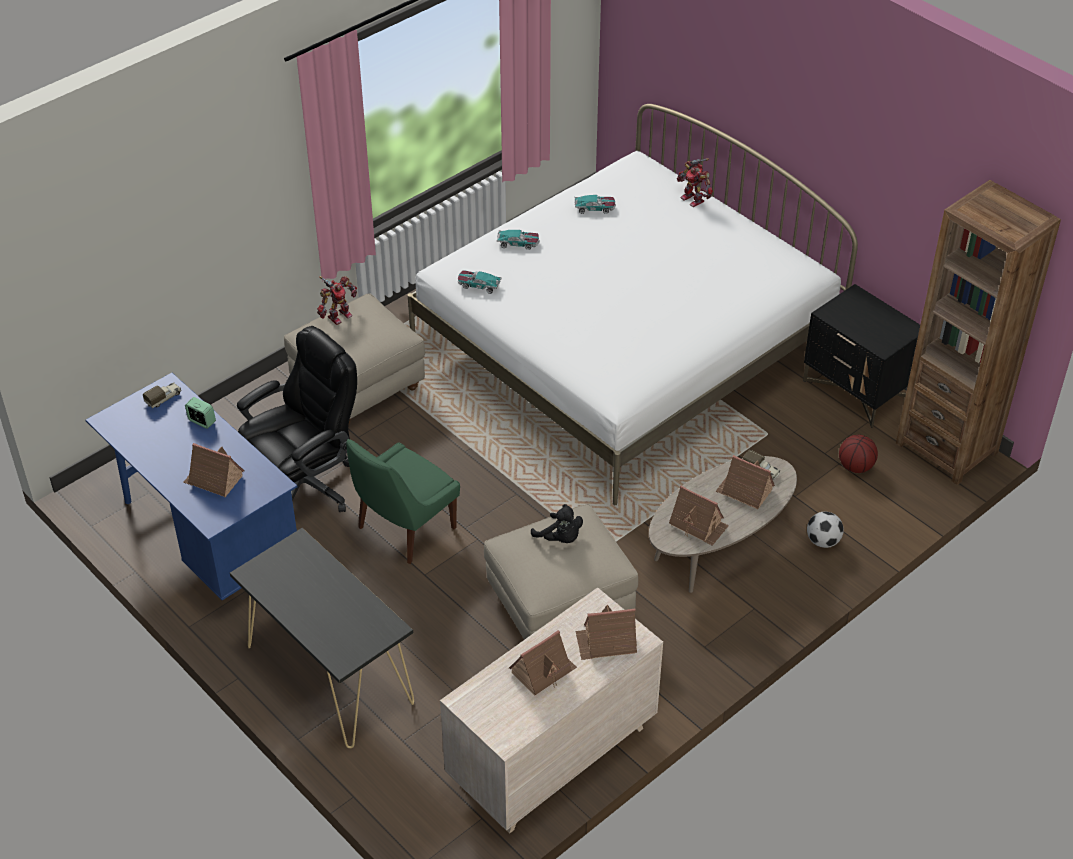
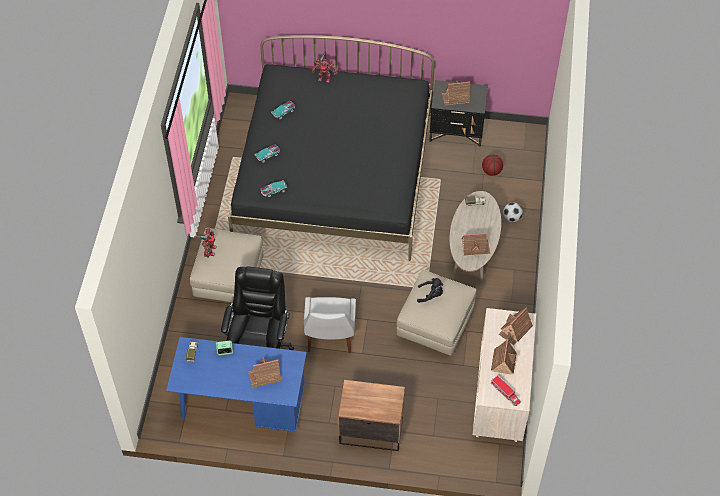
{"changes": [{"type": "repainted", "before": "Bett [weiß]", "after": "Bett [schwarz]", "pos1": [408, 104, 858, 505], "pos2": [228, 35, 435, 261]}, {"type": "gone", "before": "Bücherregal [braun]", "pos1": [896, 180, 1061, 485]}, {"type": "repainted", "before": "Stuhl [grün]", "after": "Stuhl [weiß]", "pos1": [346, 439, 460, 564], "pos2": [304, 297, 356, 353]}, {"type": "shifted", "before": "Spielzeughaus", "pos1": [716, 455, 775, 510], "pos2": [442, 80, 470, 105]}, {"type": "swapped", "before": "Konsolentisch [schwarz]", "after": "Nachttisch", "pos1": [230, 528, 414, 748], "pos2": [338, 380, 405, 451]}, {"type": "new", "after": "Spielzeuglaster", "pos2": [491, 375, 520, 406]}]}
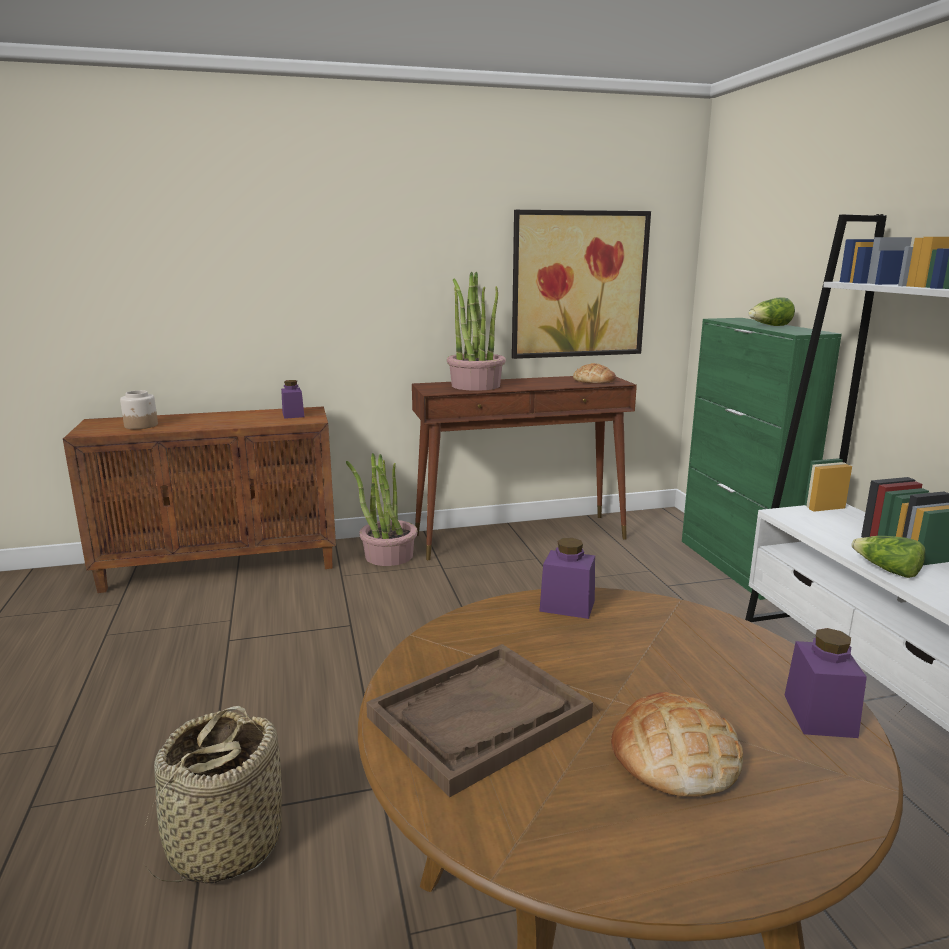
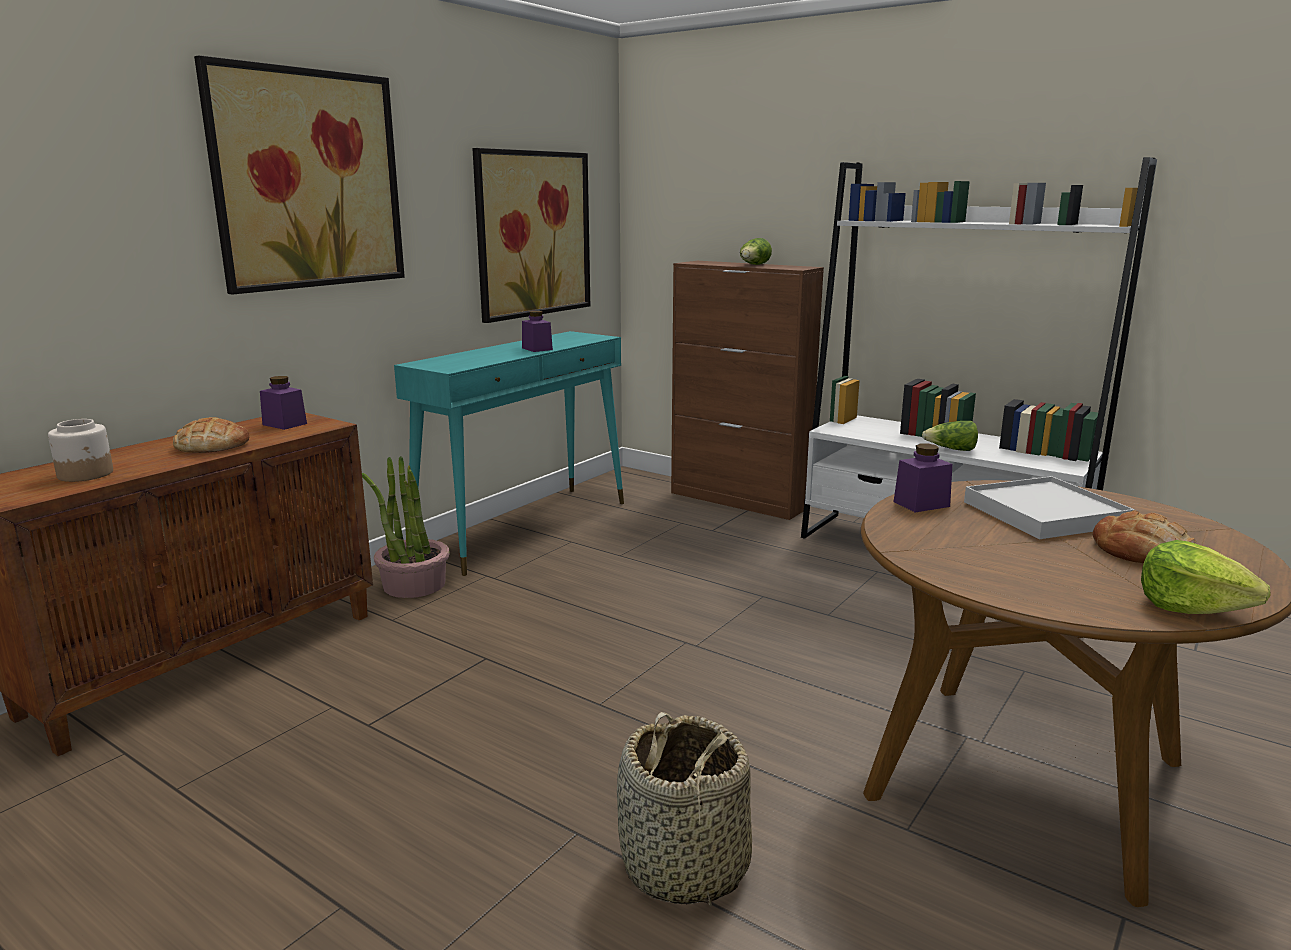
{"changes": [{"type": "gone", "before": "Topfpflanze", "pos1": [447, 272, 506, 391]}, {"type": "repainted", "before": "Schrank [grün]", "after": "Schrank [braun]", "pos1": [682, 318, 842, 600], "pos2": [671, 261, 824, 520]}, {"type": "shifted", "before": "Brot", "pos1": [573, 363, 616, 384], "pos2": [173, 417, 249, 453]}, {"type": "repainted", "before": "Konsolentisch [braun]", "after": "Konsolentisch [türkis]", "pos1": [412, 376, 637, 560], "pos2": [394, 331, 624, 576]}, {"type": "shifted", "before": "Vorratsglas [lila]", "pos1": [784, 628, 867, 738], "pos2": [522, 311, 553, 352]}, {"type": "gone", "before": "Tablett [braun]", "pos1": [366, 644, 593, 797]}, {"type": "new", "after": "Bild", "pos2": [194, 55, 405, 295]}, {"type": "new", "after": "Tablett [weiß]", "pos2": [964, 476, 1135, 539]}, {"type": "new", "after": "Salatkopf", "pos2": [1141, 540, 1271, 614]}]}
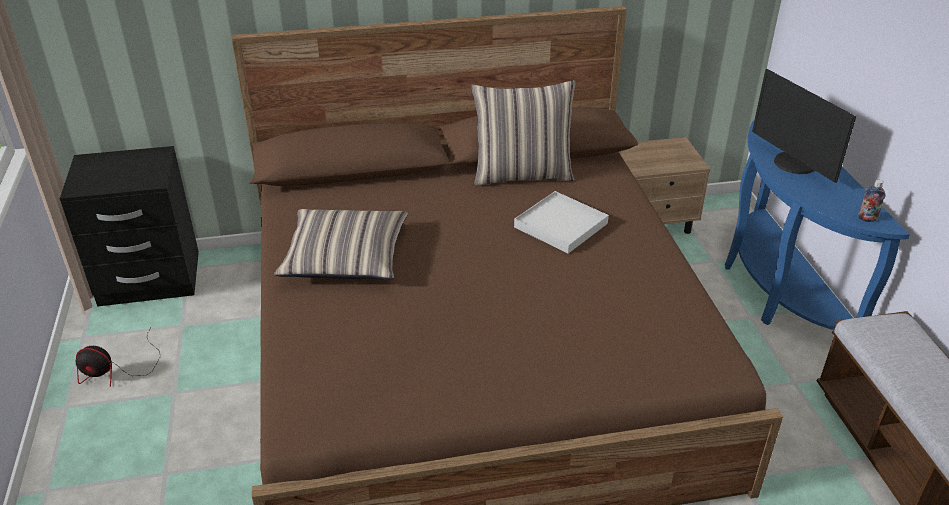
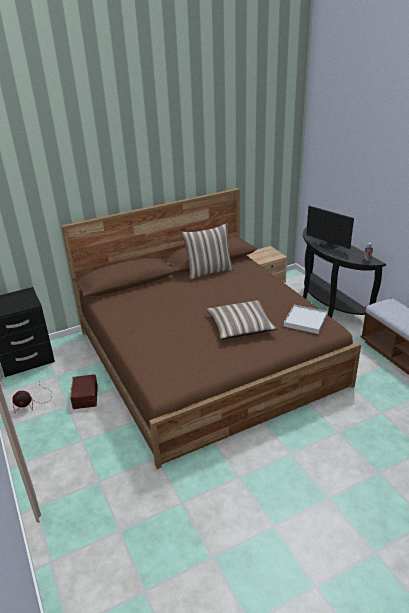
{"changes": [{"type": "repainted", "before": "Konsolentisch [blau]", "after": "Konsolentisch [schwarz]", "pos1": [725, 119, 910, 330], "pos2": [303, 227, 386, 318]}, {"type": "shifted", "before": "Tablett [weiß]", "pos1": [514, 191, 609, 254], "pos2": [284, 305, 328, 334]}, {"type": "shifted", "before": "Kissen", "pos1": [274, 209, 408, 280], "pos2": [206, 300, 278, 339]}, {"type": "new", "after": "Aufbewahrungsbox [braun]", "pos2": [70, 374, 98, 409]}]}
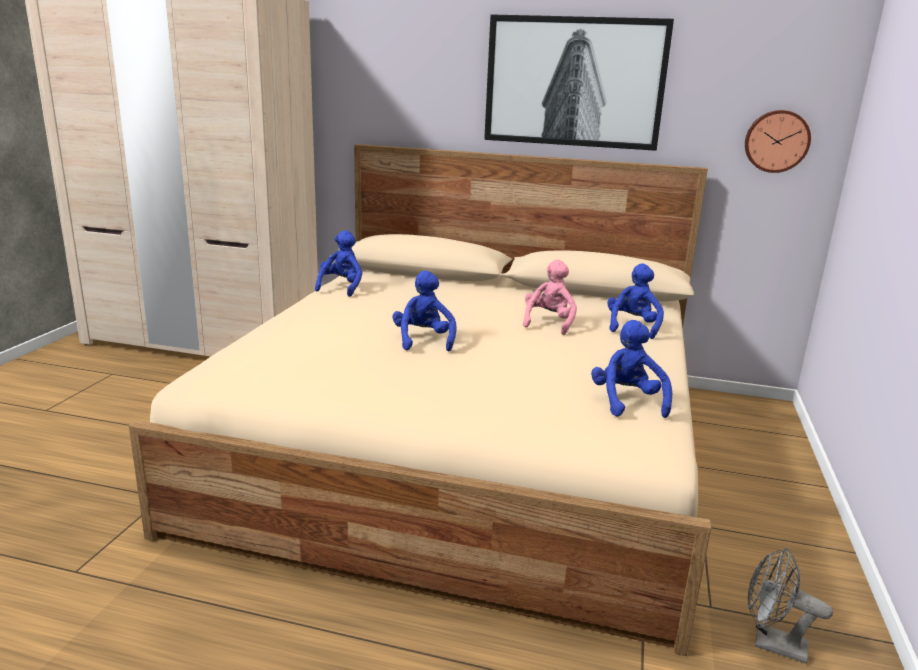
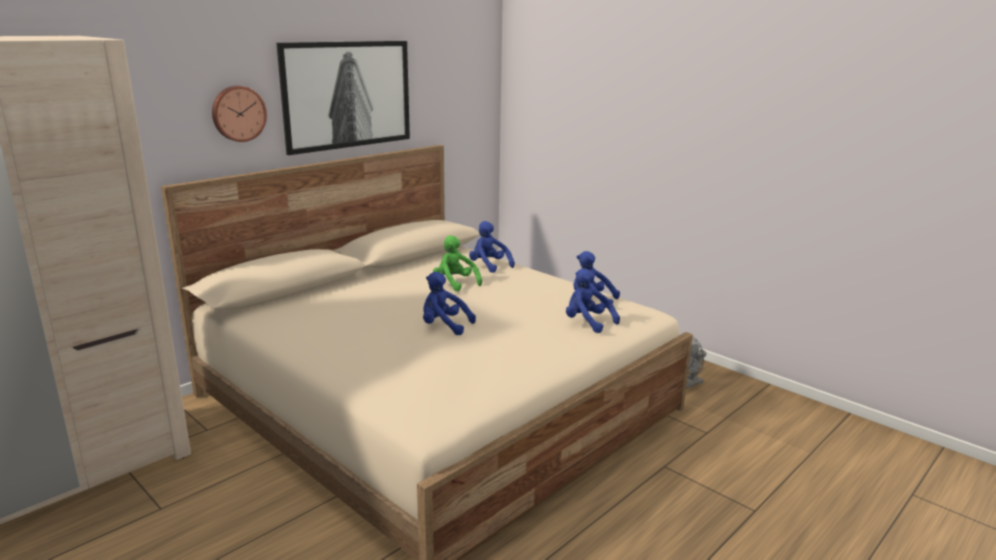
{"changes": [{"type": "shifted", "before": "Wanduhr", "pos1": [745, 110, 811, 173], "pos2": [212, 86, 267, 142]}, {"type": "shifted", "before": "Plüschtier [blau]", "pos1": [315, 230, 363, 297], "pos2": [566, 268, 620, 333]}, {"type": "repainted", "before": "Plüschtier [rosa]", "after": "Plüschtier [grün]", "pos1": [523, 260, 577, 335], "pos2": [433, 235, 482, 292]}]}
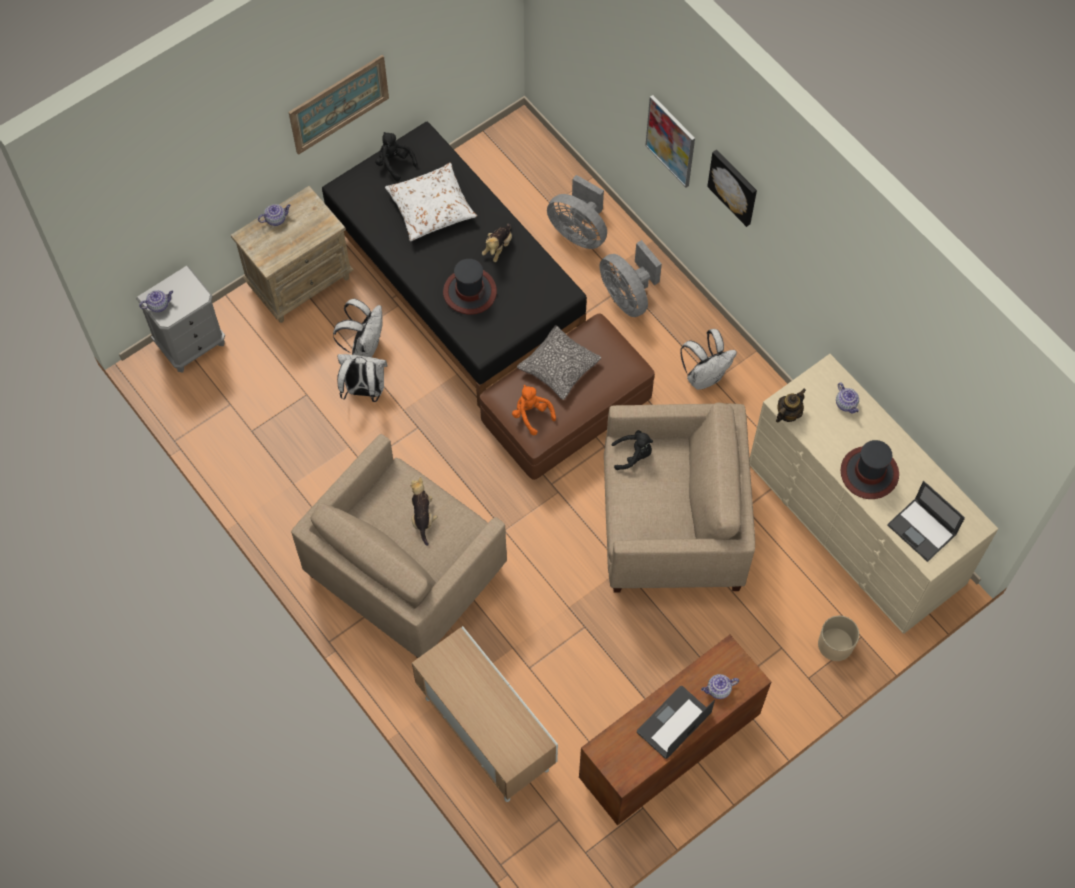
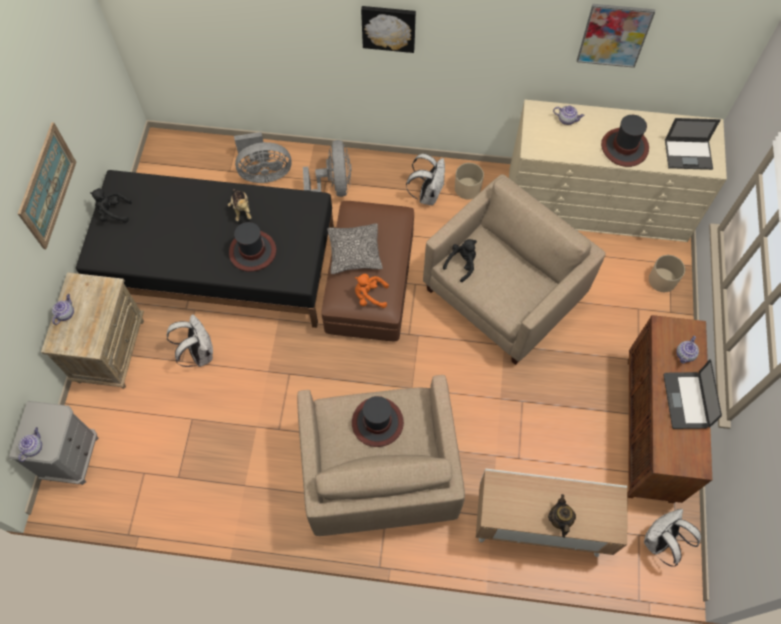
{"changes": [{"type": "shifted", "before": "Bild", "pos1": [645, 95, 695, 188], "pos2": [577, 4, 655, 68]}, {"type": "gone", "before": "Kissen [weiß]", "pos1": [385, 163, 477, 241]}, {"type": "rotated", "before": "Ventilator [grau]", "pos1": [599, 240, 662, 317], "pos2": [303, 140, 352, 197], "turn": -105}, {"type": "shifted", "before": "Rucksack [weiß]", "pos1": [337, 354, 388, 402], "pos2": [644, 509, 701, 567]}, {"type": "shifted", "before": "Teekanne", "pos1": [776, 389, 806, 422], "pos2": [548, 494, 576, 538]}, {"type": "swapped", "before": "Plüschtier", "after": "Hut", "pos1": [410, 477, 438, 546], "pos2": [352, 396, 404, 447]}, {"type": "new", "after": "Pflanzkübel [beige]", "pos2": [455, 163, 484, 199]}]}
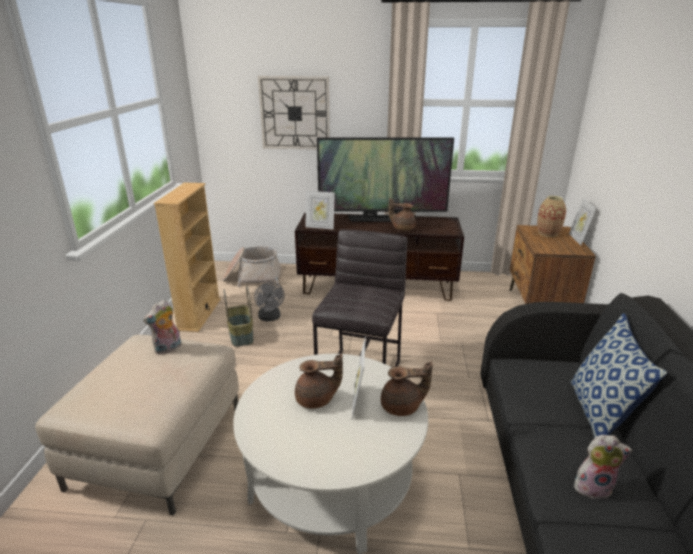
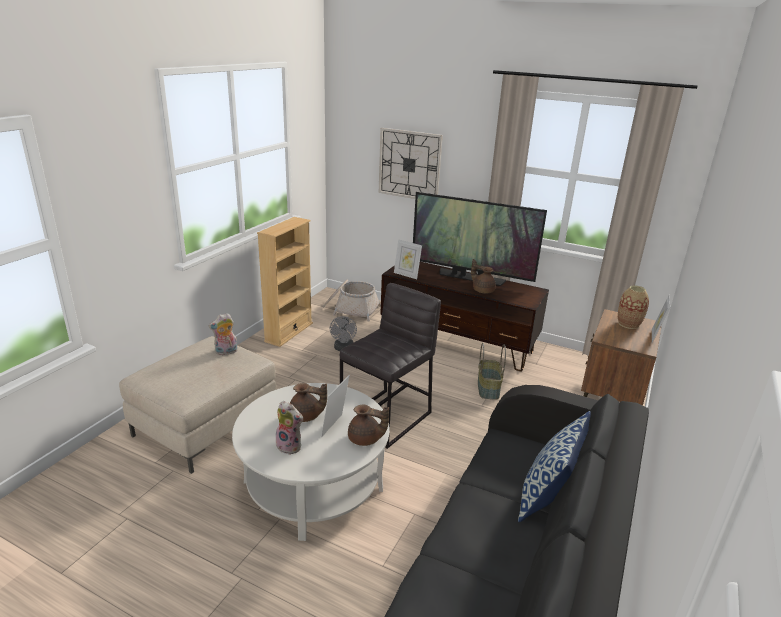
{"changes": [{"type": "shifted", "before": "Korb", "pos1": [223, 286, 254, 347], "pos2": [478, 343, 506, 400]}, {"type": "shifted", "before": "Plüschtier", "pos1": [574, 435, 632, 499], "pos2": [276, 401, 303, 455]}]}
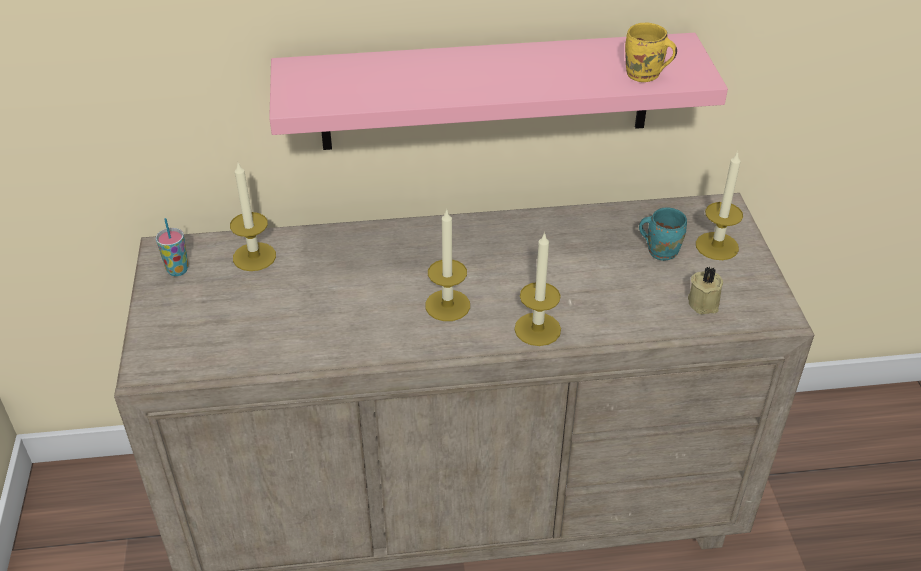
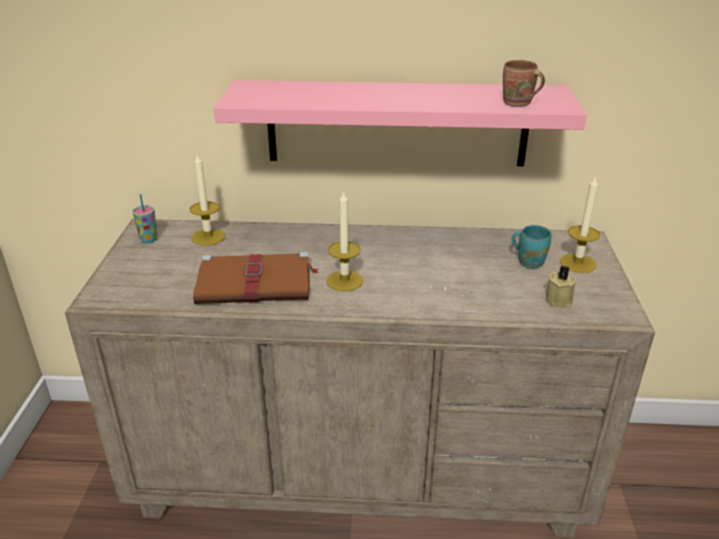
{"changes": [{"type": "repainted", "before": "Henkelbecher [gelb]", "after": "Henkelbecher [braun]", "pos1": [625, 23, 677, 82], "pos2": [503, 60, 545, 107]}, {"type": "gone", "before": "Kerze", "pos1": [514, 232, 561, 346]}, {"type": "new", "after": "Buch [braun]", "pos2": [193, 252, 319, 304]}]}
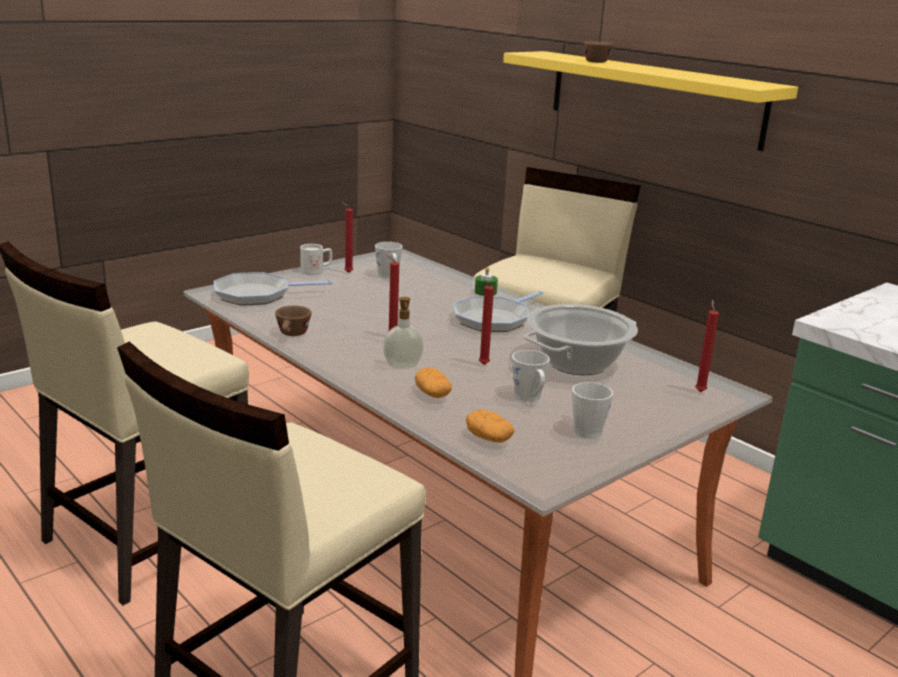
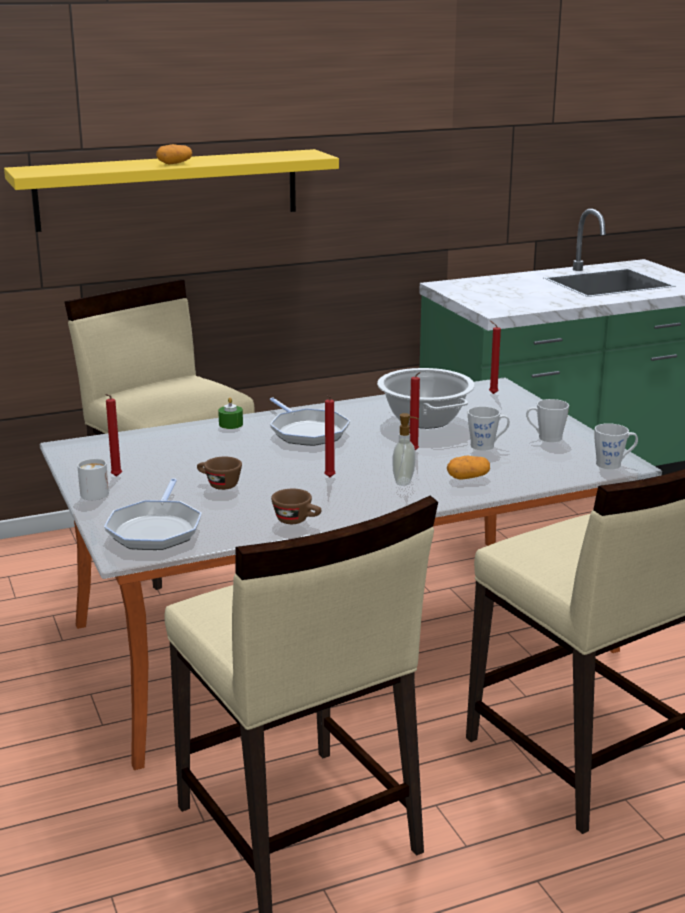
{"changes": [{"type": "shifted", "before": "Tasse [braun]", "pos1": [584, 41, 613, 63], "pos2": [197, 457, 242, 490]}, {"type": "shifted", "before": "Henkelbecher [grau]", "pos1": [375, 242, 403, 279], "pos2": [594, 423, 638, 469]}, {"type": "shifted", "before": "Kartoffel", "pos1": [466, 409, 514, 443], "pos2": [156, 144, 192, 164]}]}
